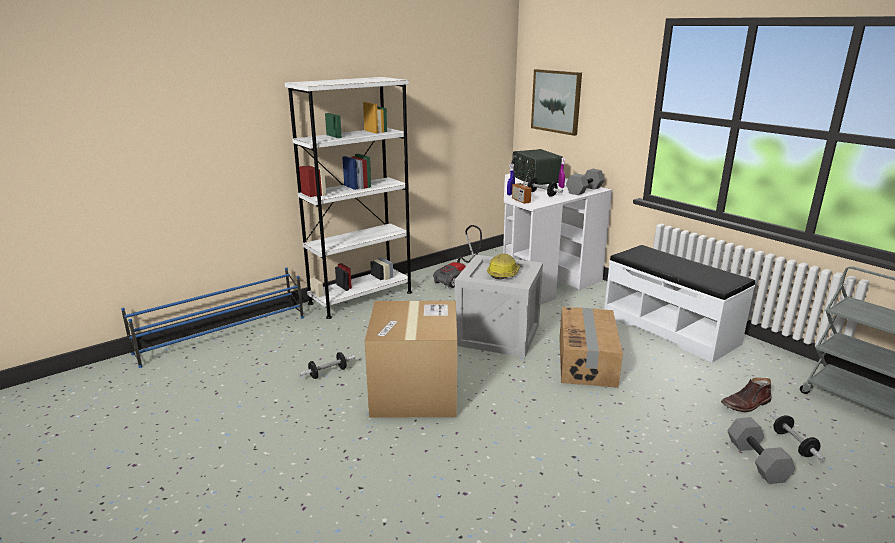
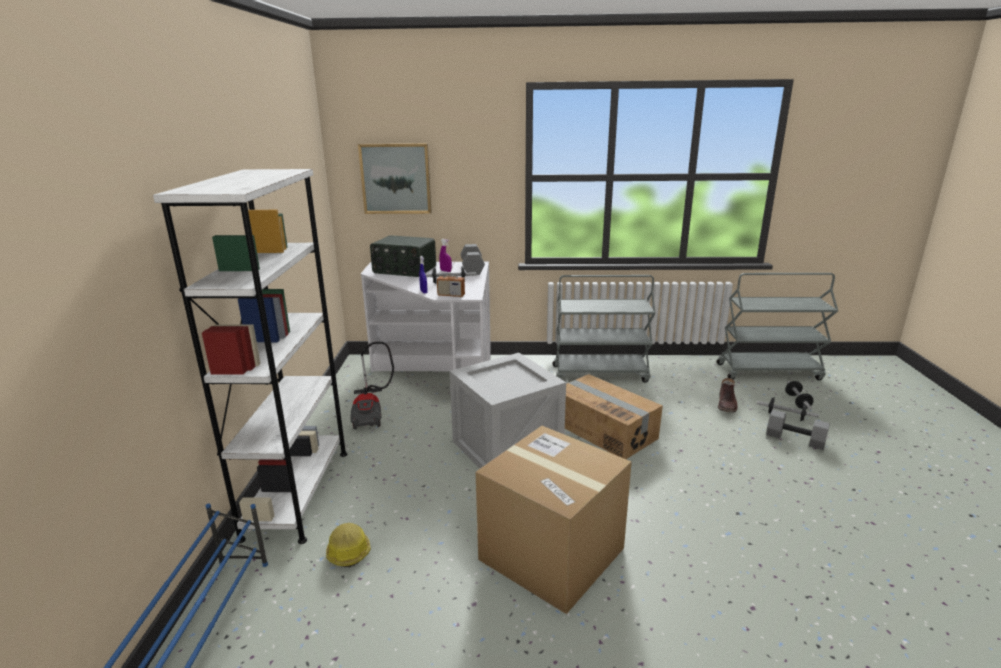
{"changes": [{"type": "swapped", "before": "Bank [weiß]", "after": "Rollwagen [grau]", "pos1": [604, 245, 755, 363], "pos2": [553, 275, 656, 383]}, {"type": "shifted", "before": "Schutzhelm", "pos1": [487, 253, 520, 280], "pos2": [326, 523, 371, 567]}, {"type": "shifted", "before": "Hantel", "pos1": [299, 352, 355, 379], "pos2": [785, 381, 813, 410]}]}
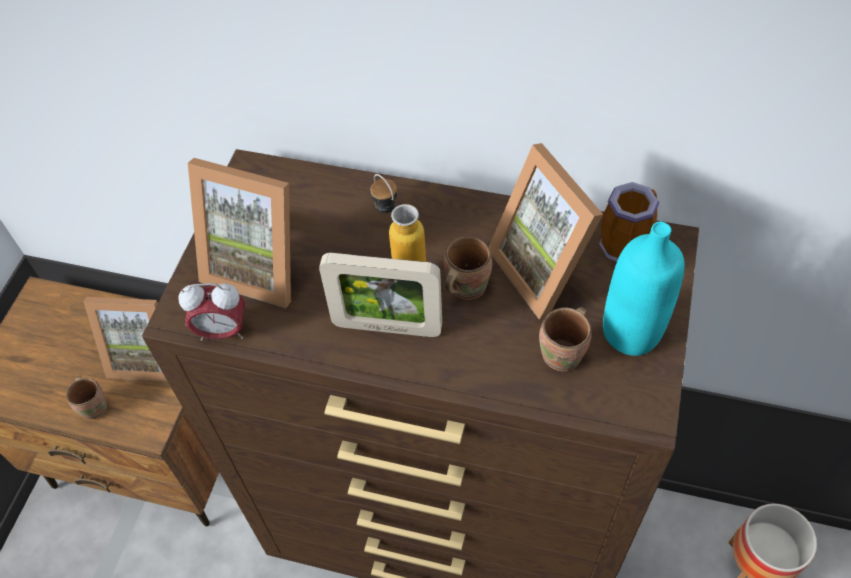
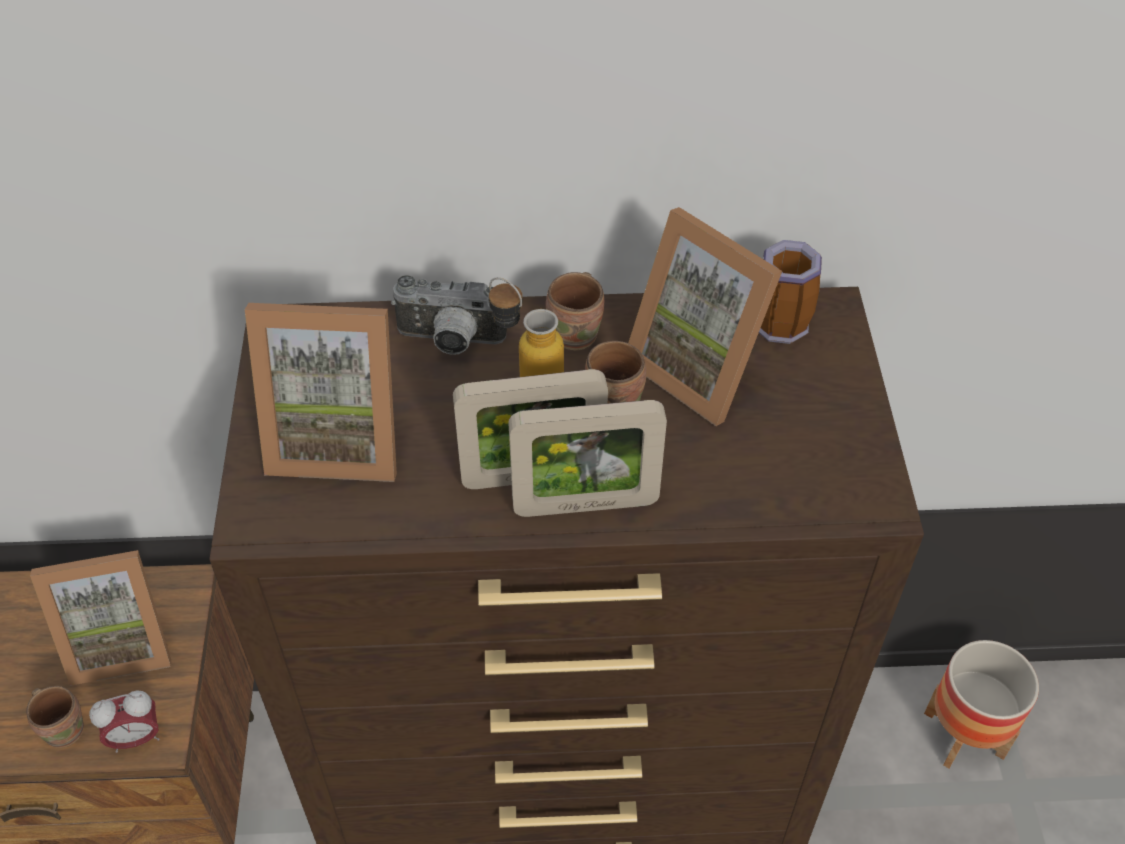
{"changes": [{"type": "gone", "before": "Flasche [türkis]", "pos1": [603, 222, 685, 356]}, {"type": "shifted", "before": "Wecker", "pos1": [178, 283, 245, 341], "pos2": [89, 690, 159, 753]}, {"type": "shifted", "before": "Henkelbecher [braun]", "pos1": [539, 307, 592, 371], "pos2": [546, 272, 604, 350]}, {"type": "new", "after": "Kamera", "pos2": [391, 275, 507, 355]}, {"type": "new", "after": "Bilderrahmen", "pos2": [508, 400, 667, 517]}]}
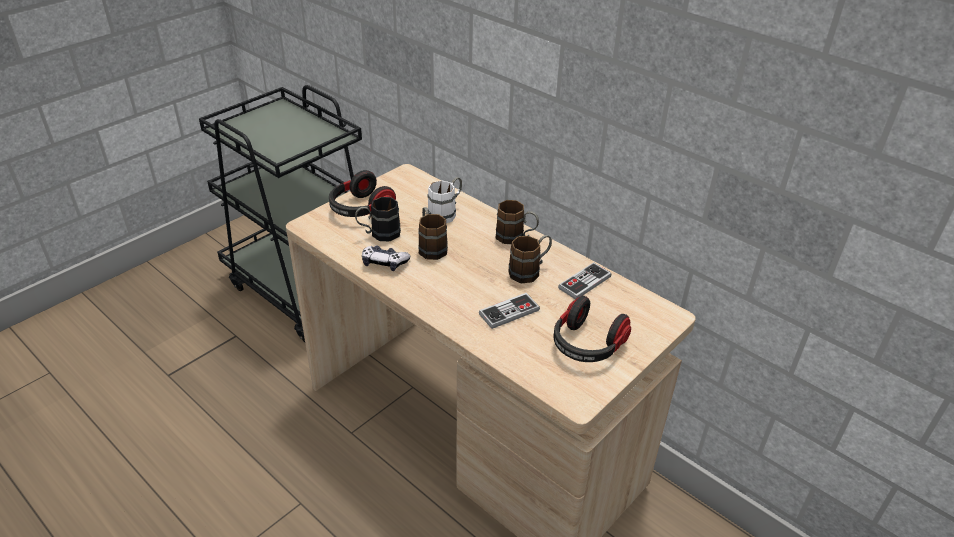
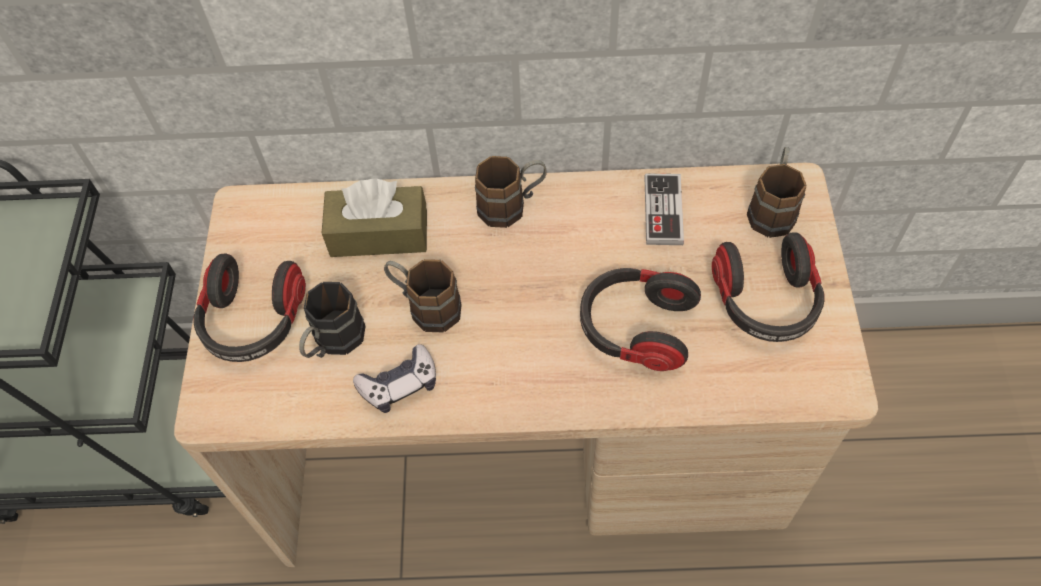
{"changes": [{"type": "swapped", "before": "Henkelbecher [weiß]", "after": "Taschentuchbox [braun]", "pos1": [428, 177, 462, 223], "pos2": [322, 179, 427, 257]}, {"type": "shifted", "before": "Henkelbecher [braun]", "pos1": [508, 235, 552, 283], "pos2": [747, 147, 807, 238]}, {"type": "swapped", "before": "Gamepad", "after": "Kopfhörer", "pos1": [479, 293, 540, 329], "pos2": [580, 268, 701, 371]}]}
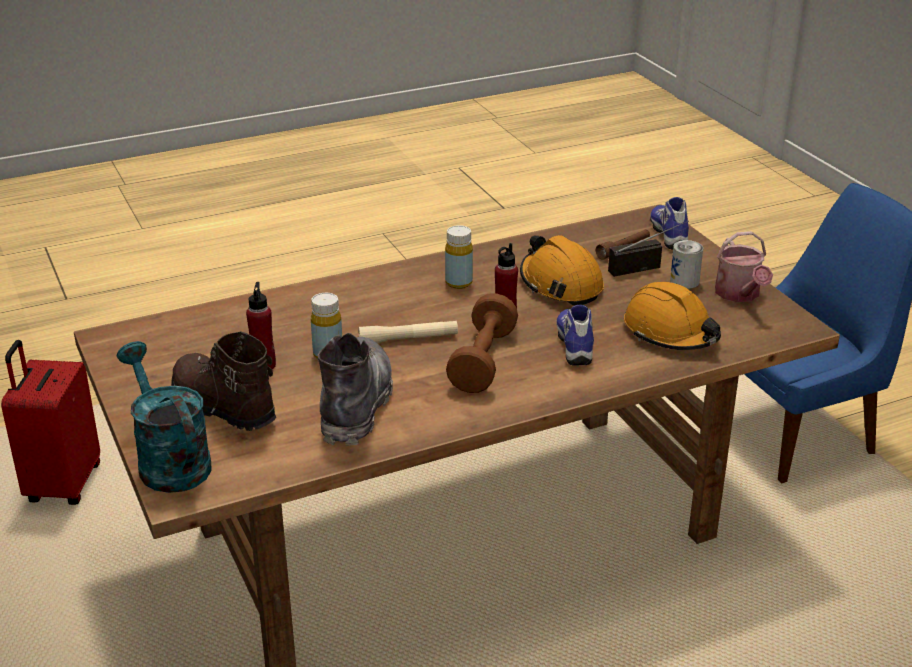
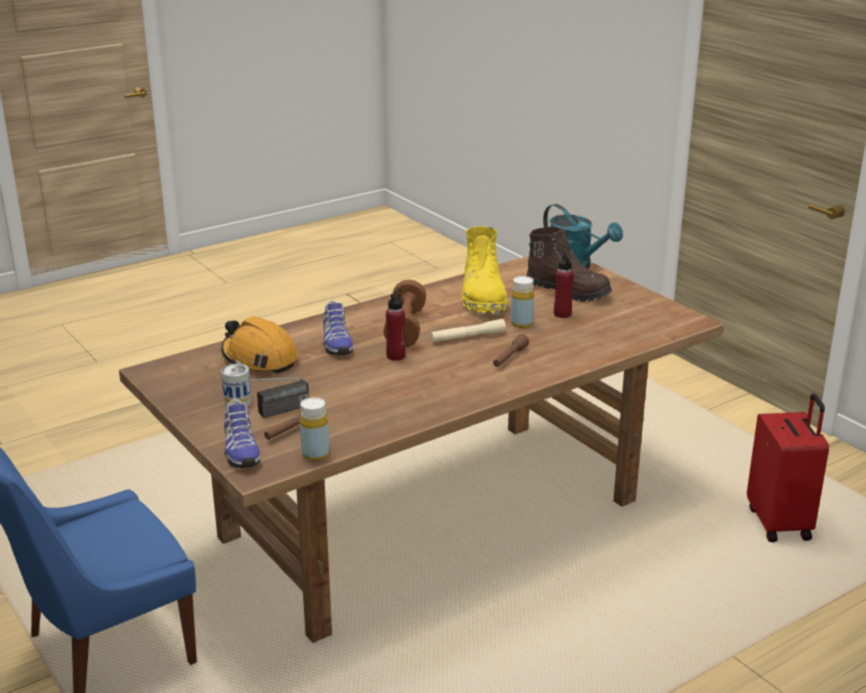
{"changes": [{"type": "shifted", "before": "Flasche [gelb]", "pos1": [445, 225, 473, 289], "pos2": [300, 397, 329, 461]}, {"type": "gone", "before": "Gießkanne", "pos1": [715, 231, 773, 302]}, {"type": "gone", "before": "Schutzhelm [orange]", "pos1": [520, 235, 604, 306]}, {"type": "repainted", "before": "Stiefel [grau]", "after": "Stiefel [gelb]", "pos1": [318, 333, 393, 446], "pos2": [462, 226, 507, 315]}, {"type": "new", "after": "Taschenlampe [braun]", "pos2": [493, 334, 529, 367]}]}
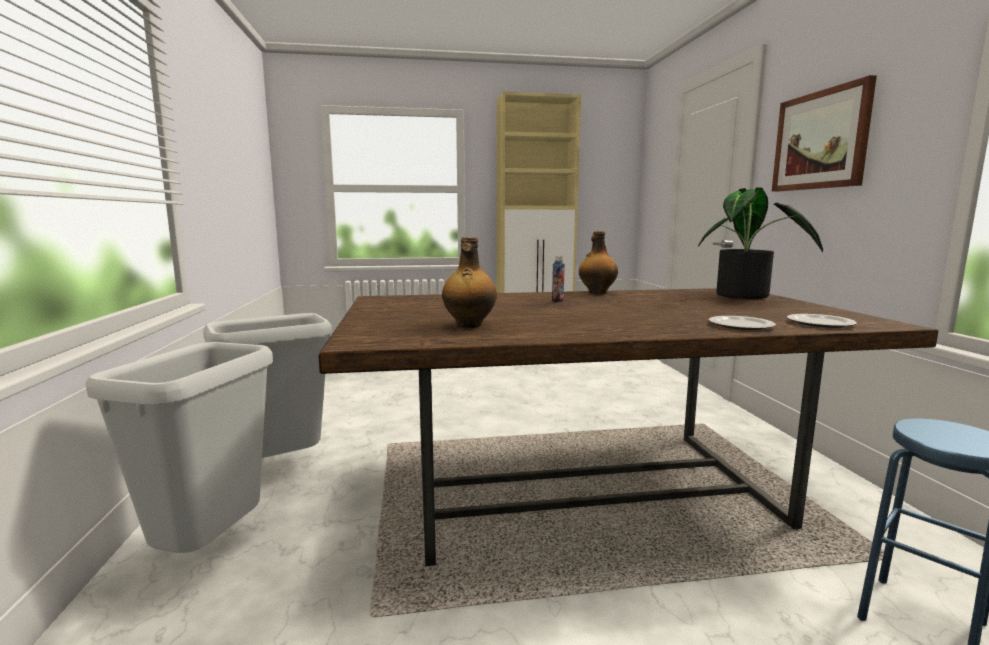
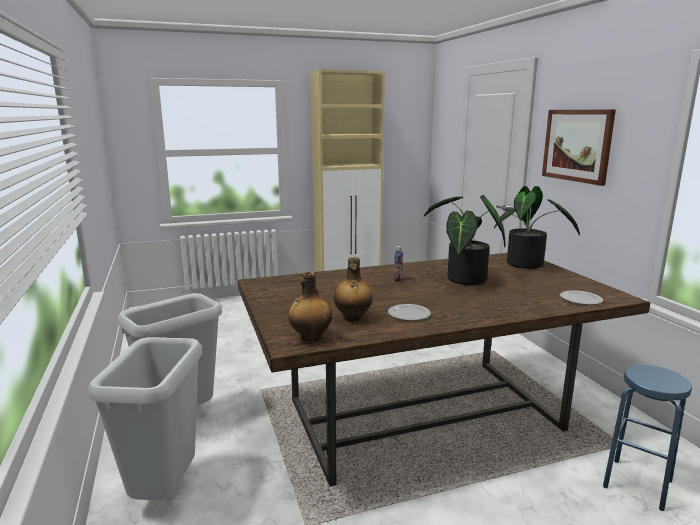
{"changes": [{"type": "shifted", "before": "Flasche", "pos1": [579, 231, 618, 294], "pos2": [288, 271, 332, 342]}, {"type": "shifted", "before": "Teller", "pos1": [709, 316, 776, 330], "pos2": [388, 304, 431, 321]}, {"type": "new", "after": "Topfpflanze", "pos2": [424, 195, 506, 285]}]}
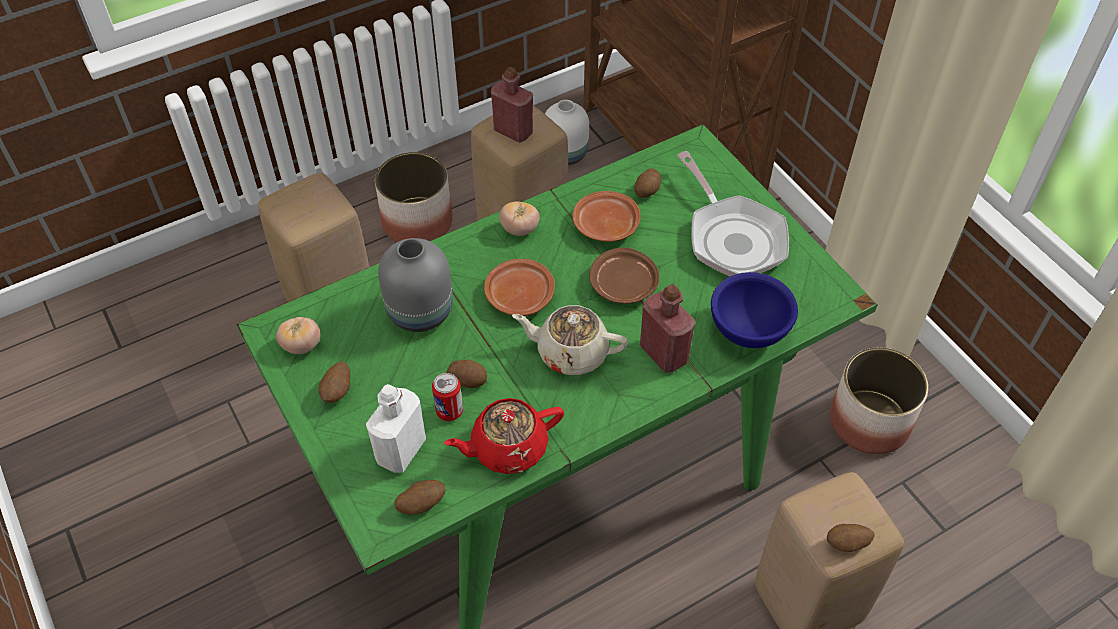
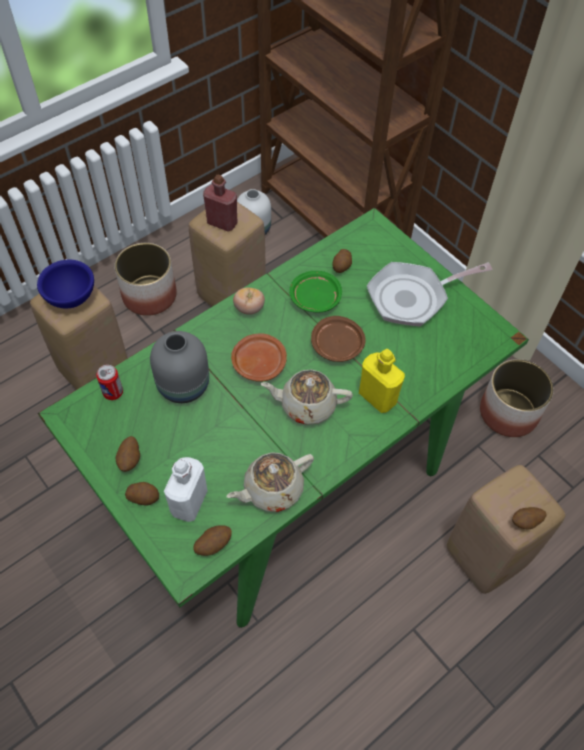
{"changes": [{"type": "rotated", "before": "Pfanne", "pos1": [677, 151, 789, 276], "pos2": [367, 262, 492, 326], "turn": 105}, {"type": "repainted", "before": "Teller [braun]", "after": "Teller [grün]", "pos1": [573, 191, 641, 242], "pos2": [289, 271, 342, 312]}, {"type": "shifted", "before": "Schüssel [blau]", "pos1": [711, 272, 798, 348], "pos2": [37, 259, 94, 309]}, {"type": "repainted", "before": "Flasche [rot]", "after": "Flasche [gelb]", "pos1": [640, 284, 695, 373], "pos2": [359, 349, 405, 413]}, {"type": "gone", "before": "Tomate", "pos1": [276, 317, 321, 354]}, {"type": "shifted", "before": "Kartoffel", "pos1": [446, 360, 487, 388], "pos2": [125, 482, 159, 505]}, {"type": "shifted", "before": "Dose", "pos1": [432, 373, 463, 421], "pos2": [96, 365, 123, 400]}, {"type": "repainted", "before": "Teekanne [rot]", "after": "Teekanne [beige]", "pos1": [444, 398, 564, 474], "pos2": [227, 452, 314, 512]}]}
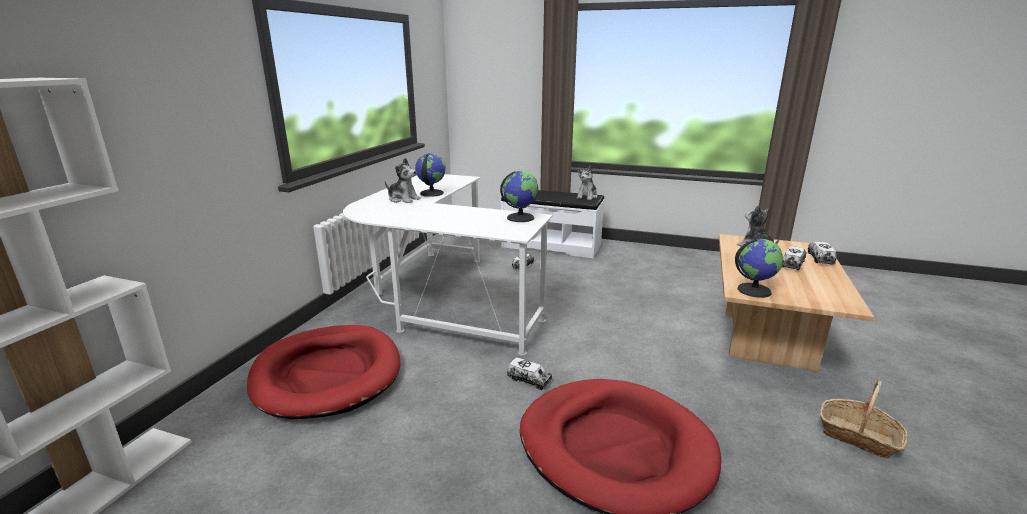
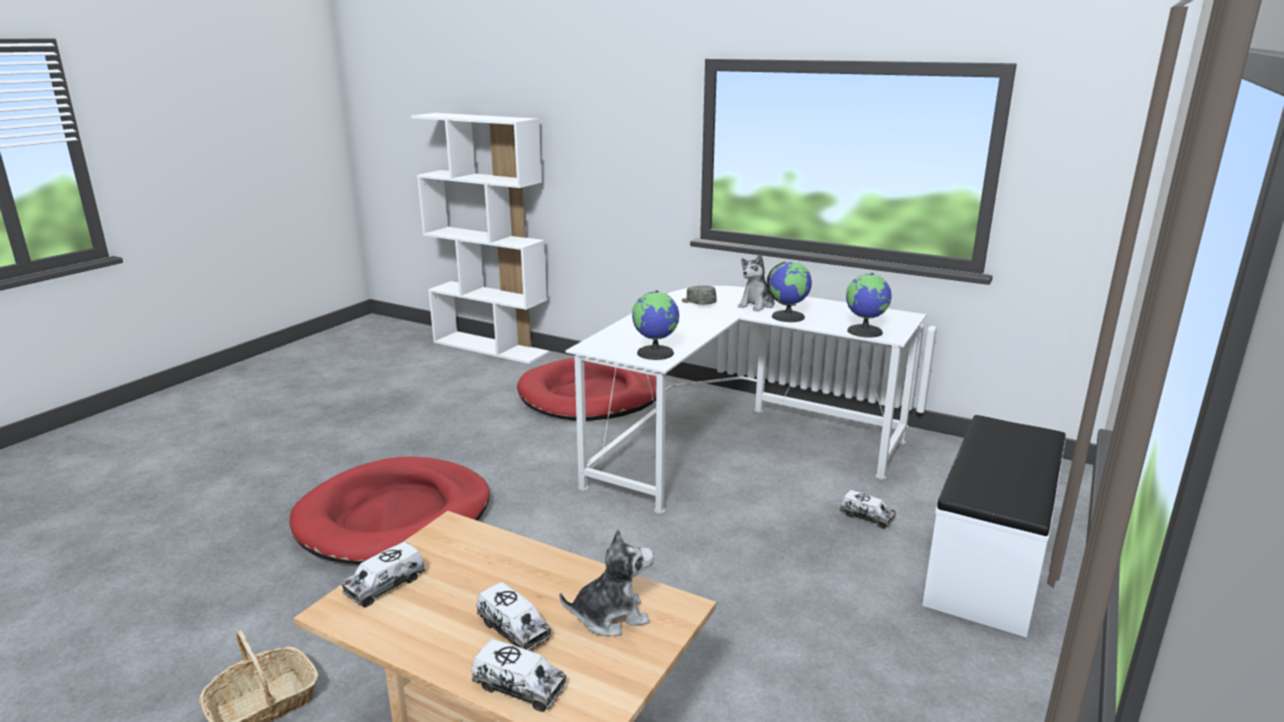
{"changes": [{"type": "gone", "before": "Plüschtier", "pos1": [577, 166, 598, 200]}, {"type": "shifted", "before": "Globus", "pos1": [735, 239, 783, 298], "pos2": [846, 273, 892, 338]}, {"type": "shifted", "before": "Spielzeuglaster", "pos1": [507, 357, 552, 390], "pos2": [342, 542, 425, 608]}, {"type": "new", "after": "Kappe [grau]", "pos2": [682, 286, 717, 305]}]}
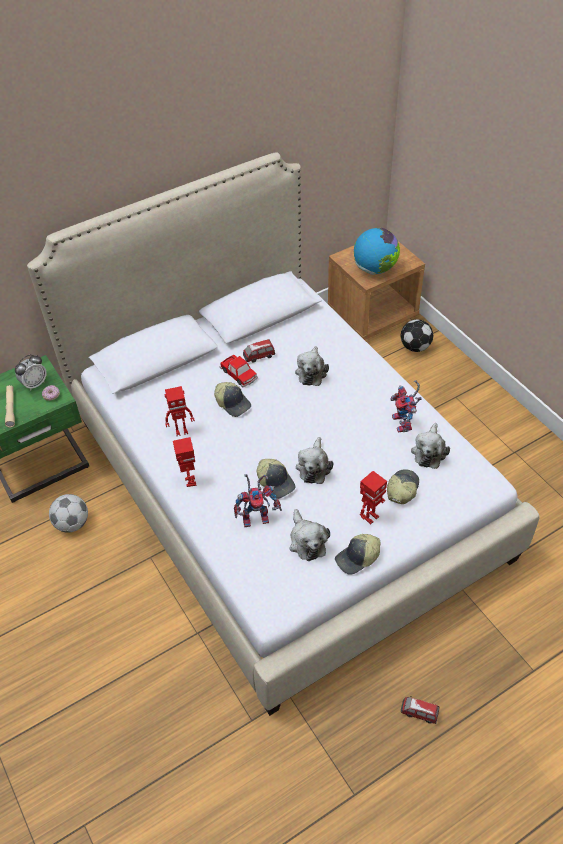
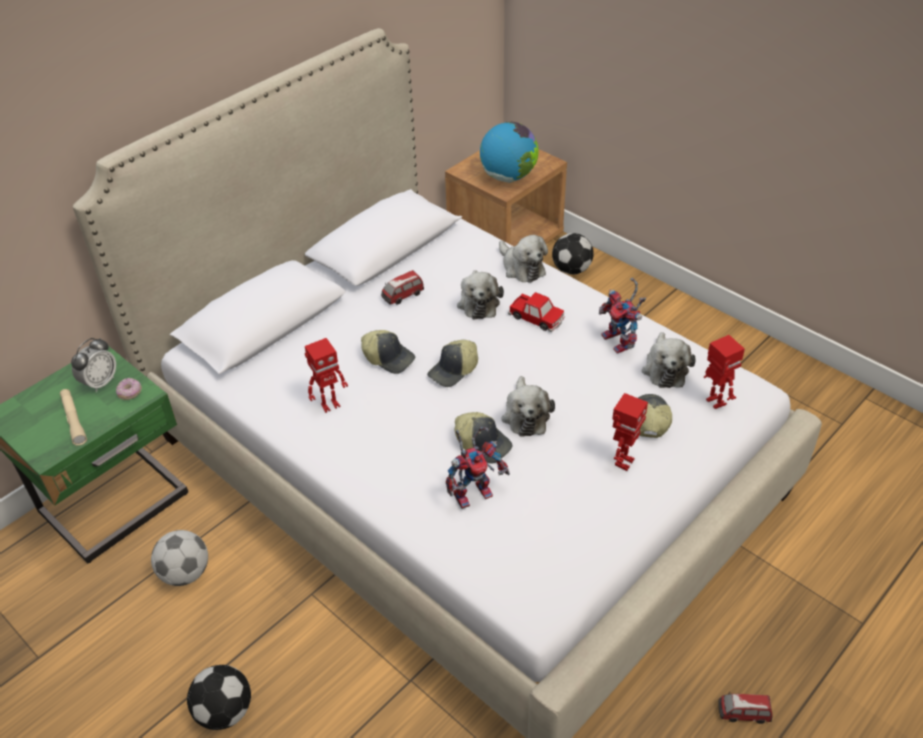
{"changes": [{"type": "shifted", "before": "Spielzeugauto", "pos1": [220, 355, 258, 387], "pos2": [508, 292, 565, 332]}, {"type": "shifted", "before": "Spielzeugroboter", "pos1": [173, 437, 197, 487], "pos2": [704, 335, 745, 409]}, {"type": "shifted", "before": "Plüschtier", "pos1": [290, 509, 330, 561], "pos2": [499, 235, 548, 283]}, {"type": "shifted", "before": "Kappe", "pos1": [335, 534, 380, 575], "pos2": [427, 340, 478, 387]}, {"type": "new", "after": "Fußball", "pos2": [187, 665, 251, 730]}]}
